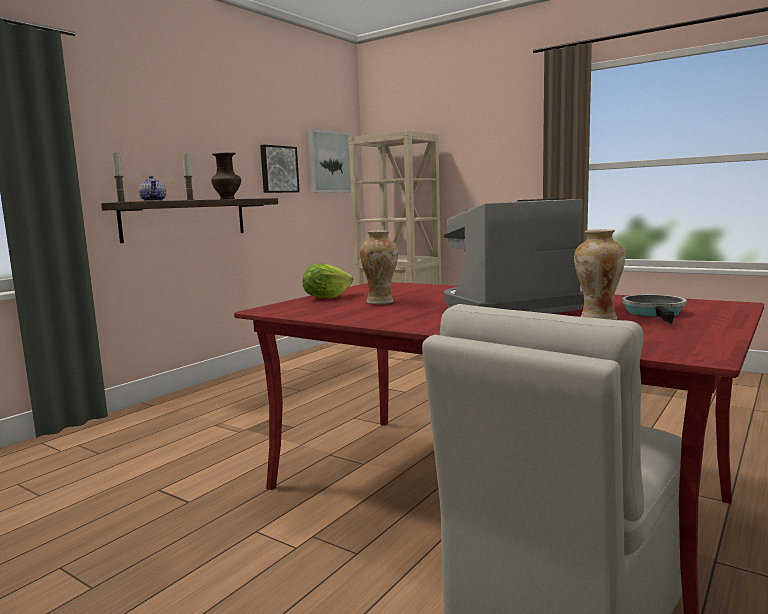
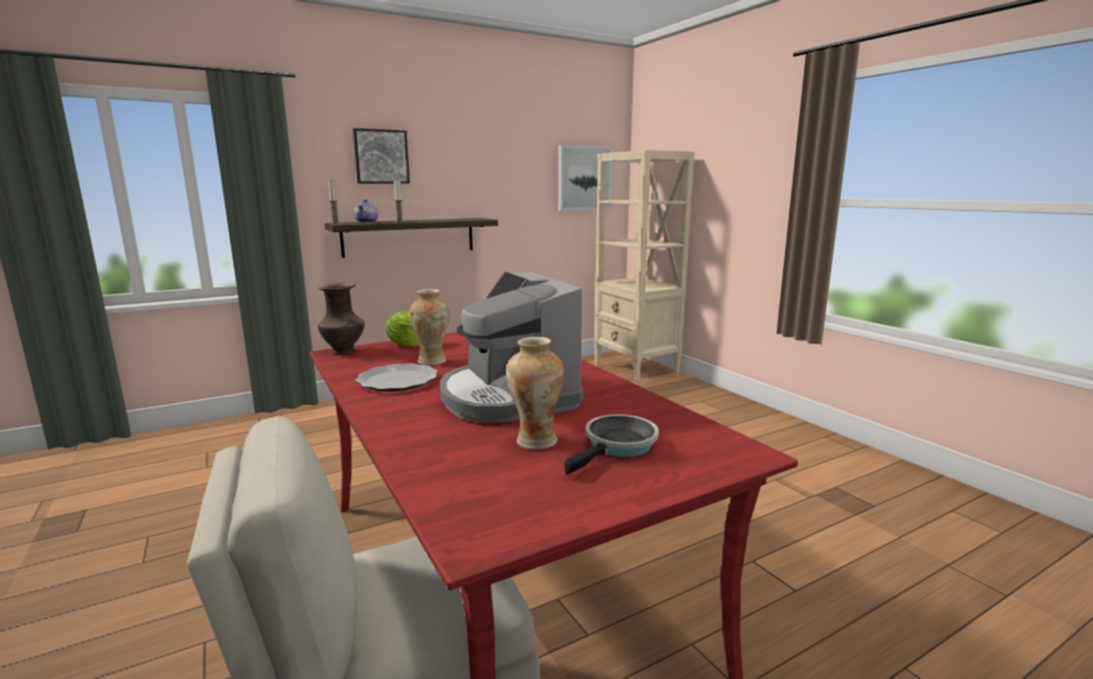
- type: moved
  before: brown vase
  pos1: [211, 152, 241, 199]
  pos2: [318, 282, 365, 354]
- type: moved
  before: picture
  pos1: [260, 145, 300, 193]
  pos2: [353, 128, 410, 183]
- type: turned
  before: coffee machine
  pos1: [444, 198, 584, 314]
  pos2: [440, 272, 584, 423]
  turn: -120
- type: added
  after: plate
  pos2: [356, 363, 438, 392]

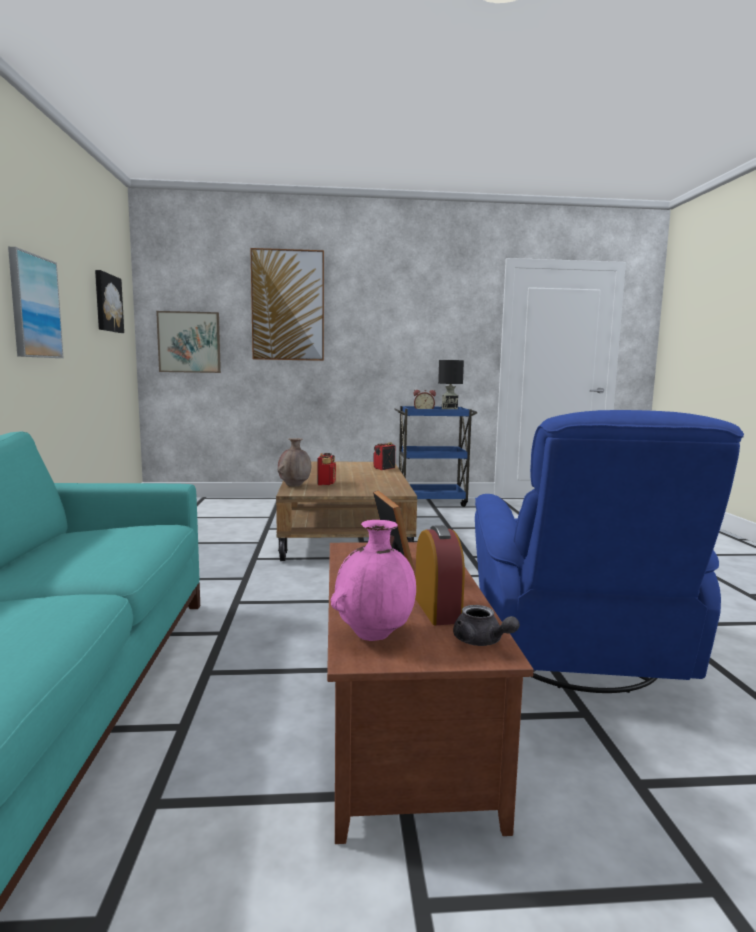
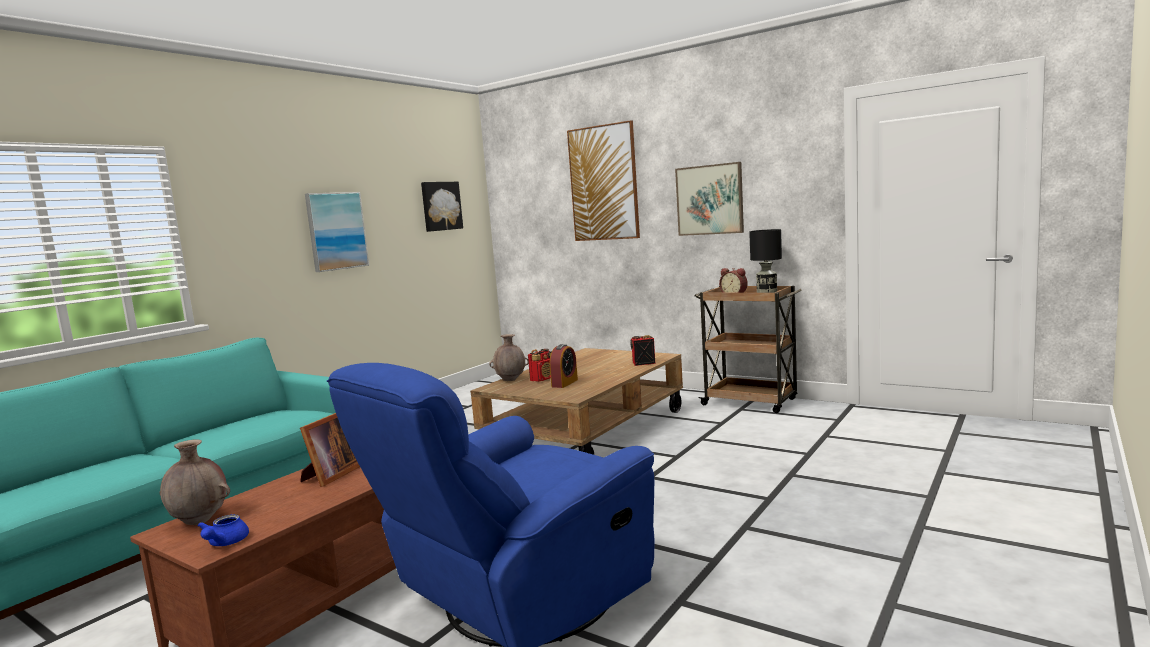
- type: moved
  before: picture
  pos1: [156, 311, 221, 373]
  pos2: [675, 162, 744, 236]
- type: recoloured
  before: pink vase
  after: brown vase
  pos1: [331, 520, 416, 641]
  pos2: [160, 439, 230, 525]
- type: recoloured
  before: blue cart
  after: brown cart
  pos1: [394, 406, 477, 507]
  pos2: [695, 286, 802, 413]
- type: moved
  before: alarm clock
  pos1: [415, 525, 465, 625]
  pos2: [550, 344, 578, 388]
- type: recoloured
  before: grey teapot
  after: blue teapot
  pos1: [453, 605, 520, 646]
  pos2: [197, 514, 249, 546]

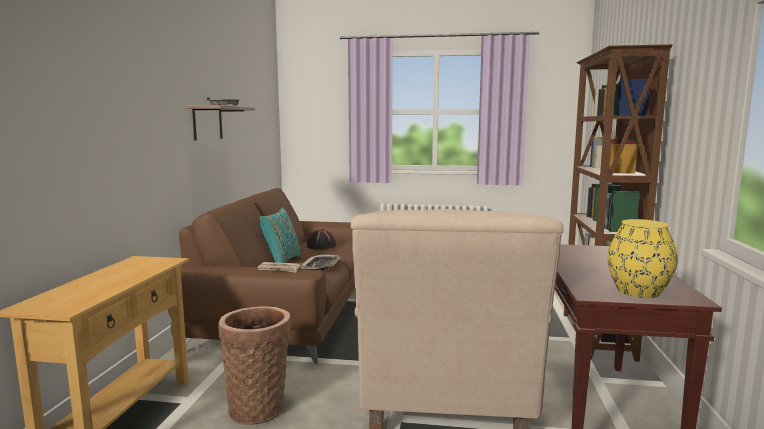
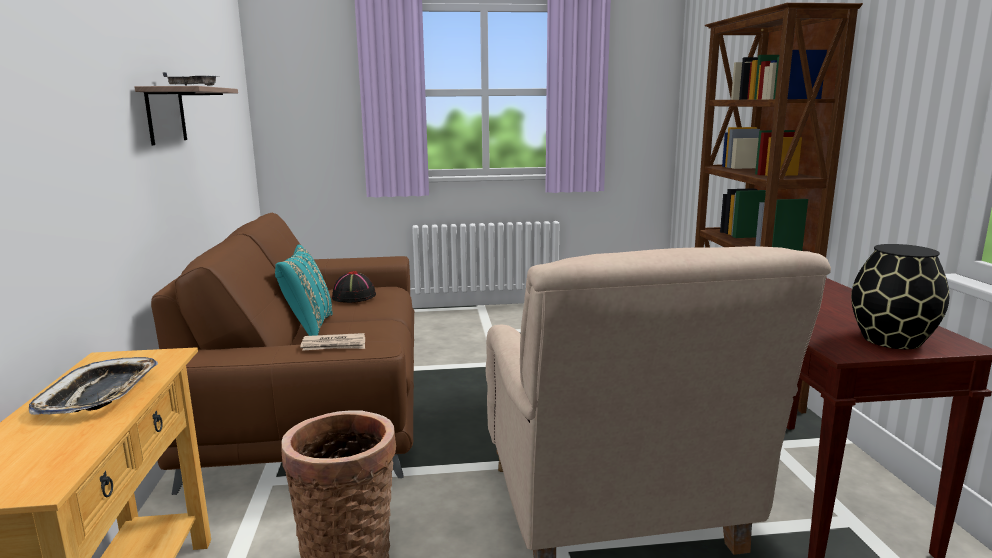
- type: moved
  before: tray
  pos1: [301, 254, 342, 270]
  pos2: [29, 357, 158, 415]
- type: recoloured
  before: yellow vase
  after: black vase
  pos1: [607, 219, 677, 298]
  pos2: [851, 244, 949, 349]

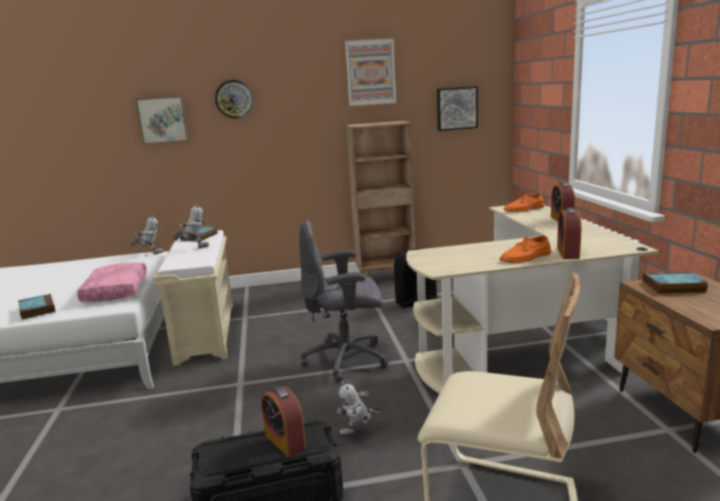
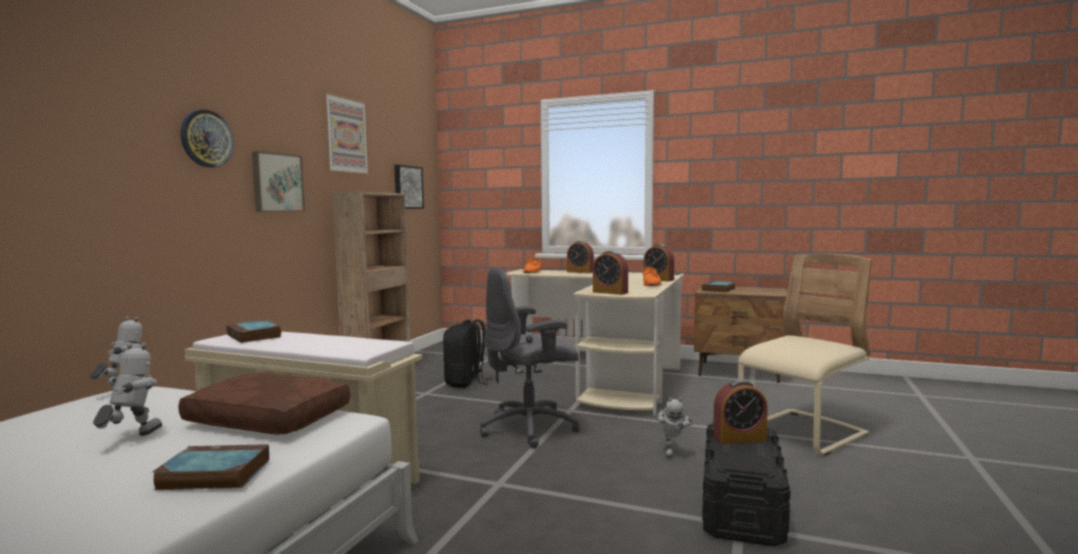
- type: recoloured
  before: pink pillow
  after: brown pillow
  pos1: [77, 262, 147, 302]
  pos2: [178, 373, 350, 435]
- type: moved
  before: picture
  pos1: [135, 96, 189, 144]
  pos2: [252, 151, 305, 212]
- type: moved
  before: toy robot
  pos1: [173, 204, 209, 248]
  pos2: [93, 343, 162, 436]
- type: turned
  before: grey office chair
  pos1: [299, 221, 388, 382]
  pos2: [480, 267, 580, 449]
  turn: 45
- type: added
  after: alarm clock
  pos2: [593, 251, 628, 295]

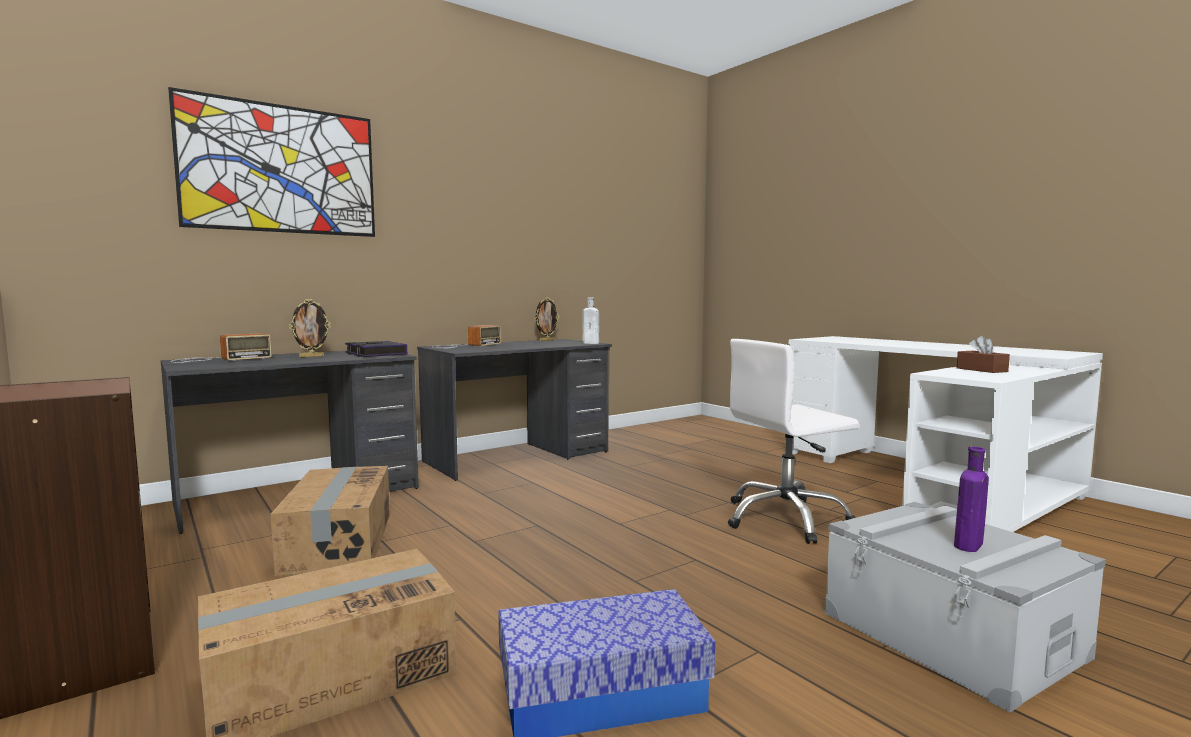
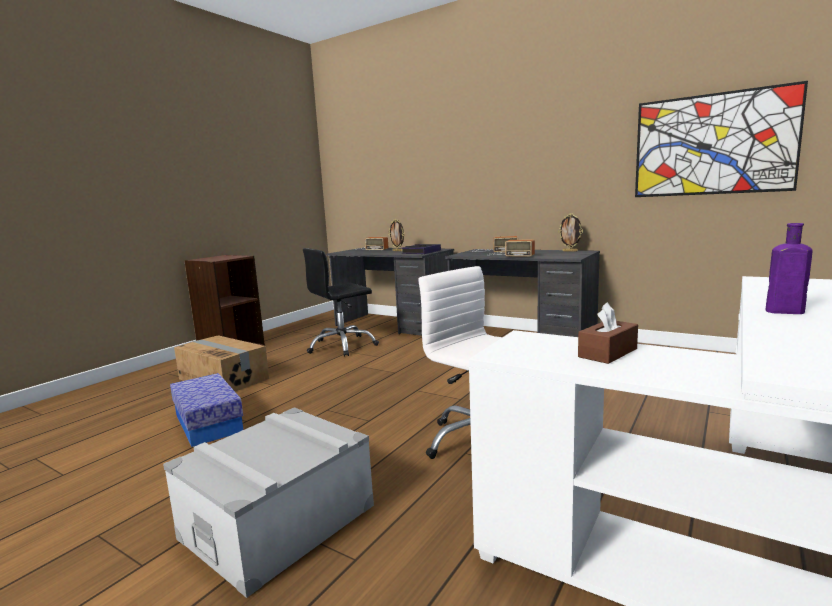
- type: moved
  before: picture
  pos1: [168, 87, 375, 237]
  pos2: [635, 81, 808, 197]
- type: replaced
  before: cardboard box
  after: black office chair
  pos1: [270, 466, 390, 576]
  pos2: [303, 248, 379, 357]
- type: removed
  before: white bottle
  pos1: [582, 297, 599, 344]
- type: moved
  before: purple bottle
  pos1: [954, 446, 989, 552]
  pos2: [766, 223, 812, 314]
- type: added
  after: radio
  pos2: [487, 240, 535, 257]

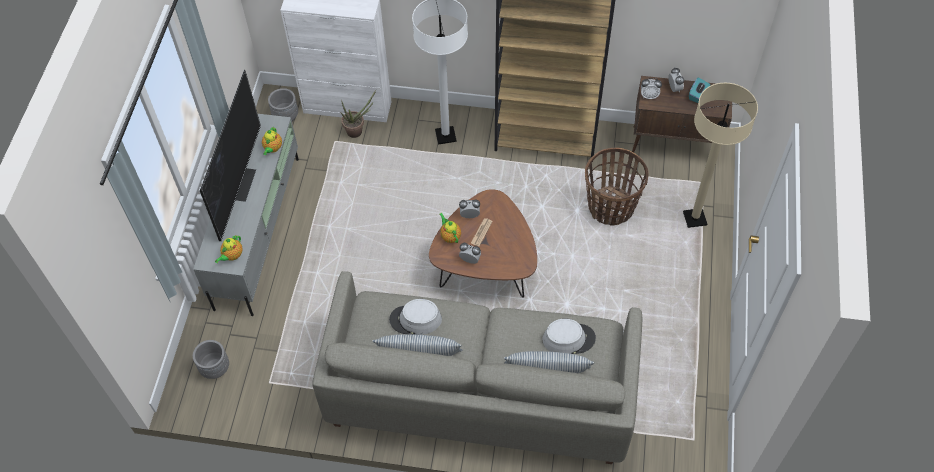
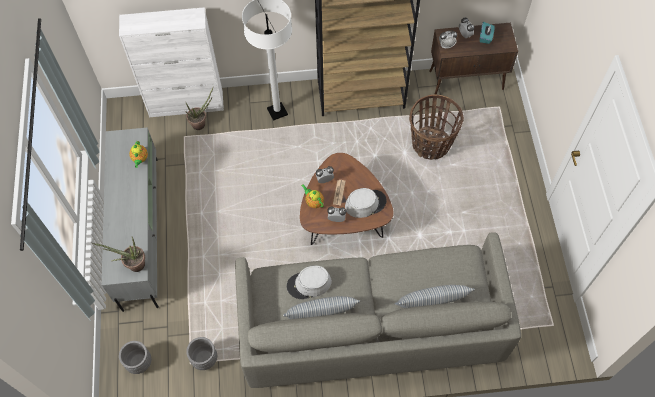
- type: removed
  before: television
  pos1: [200, 70, 261, 241]
- type: replaced
  before: teapot
  after: potted plant
  pos1: [215, 236, 243, 263]
  pos2: [93, 237, 145, 272]
- type: moved
  before: grey planter
  pos1: [268, 88, 298, 121]
  pos2: [186, 337, 217, 370]
- type: moved
  before: grey hat
  pos1: [542, 319, 596, 354]
  pos2: [345, 188, 387, 218]
- type: removed
  before: beige floor lamp
  pos1: [683, 83, 758, 228]

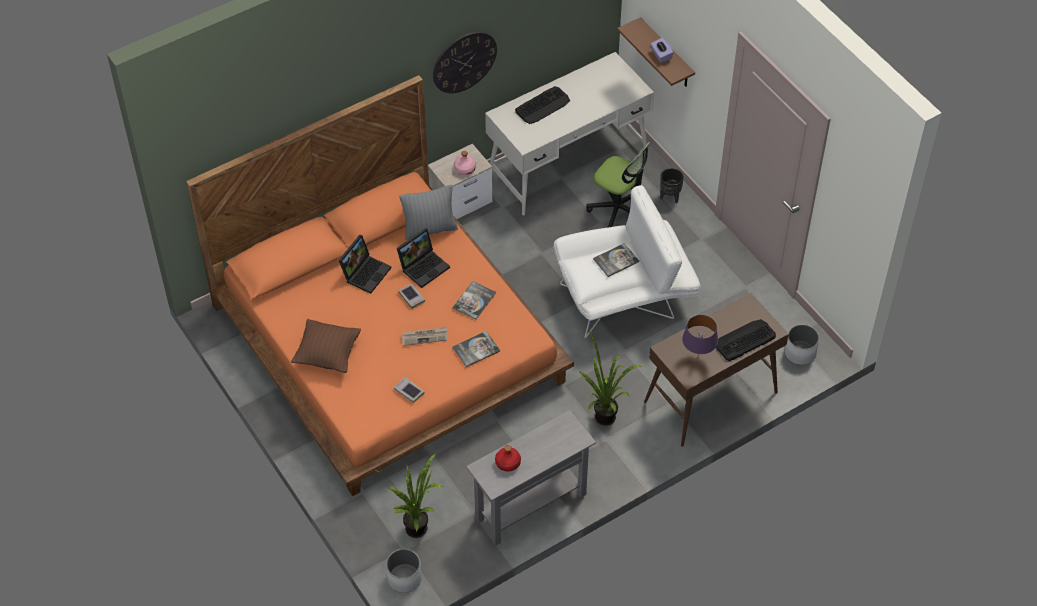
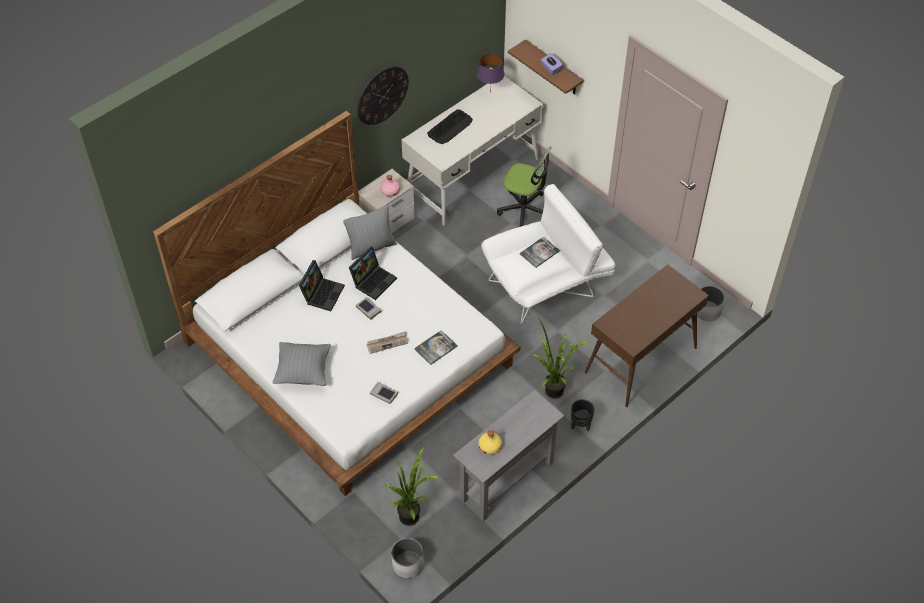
- type: recoloured
  before: orange bed
  after: white bed
  pos1: [186, 75, 574, 496]
  pos2: [153, 111, 520, 496]
- type: recoloured
  before: brown pillow
  after: grey pillow
  pos1: [291, 319, 361, 373]
  pos2: [273, 342, 330, 386]
- type: removed
  before: book
  pos1: [452, 281, 496, 320]
- type: recoloured
  before: red bottle
  after: yellow bottle
  pos1: [495, 445, 521, 471]
  pos2: [479, 430, 502, 454]
- type: moved
  before: black planter
  pos1: [660, 168, 684, 203]
  pos2: [571, 399, 595, 431]
- type: moved
  before: purple table lamp
  pos1: [682, 315, 718, 355]
  pos2: [477, 54, 504, 90]
- type: removed
  before: keyboard
  pos1: [716, 319, 776, 361]

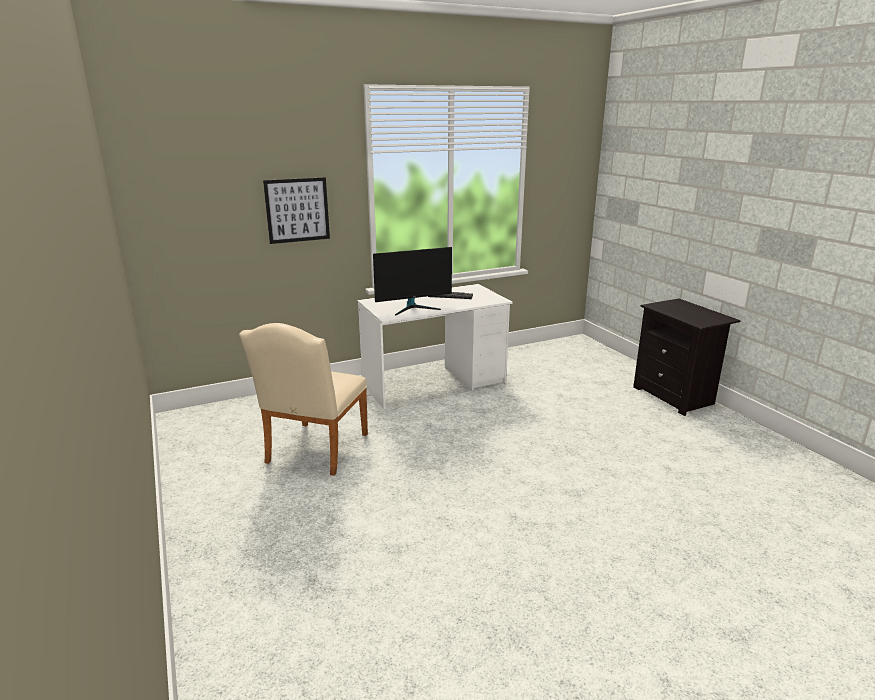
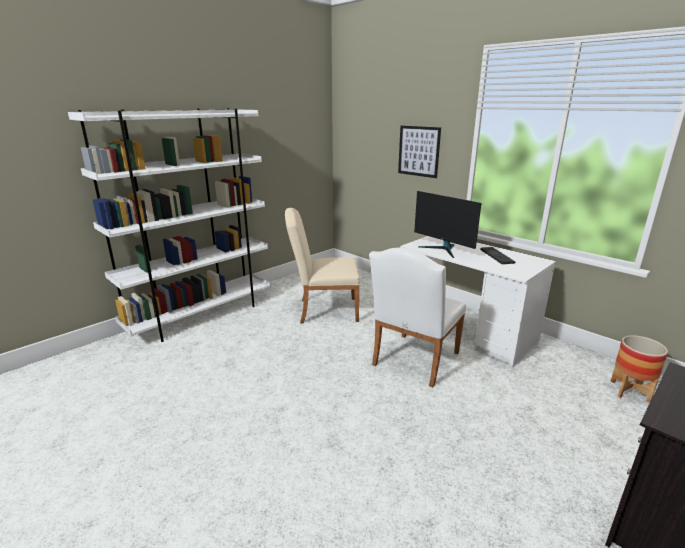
- type: added
  after: white bookcase
  pos2: [68, 108, 271, 342]
- type: added
  after: white chair
  pos2: [369, 248, 466, 387]
- type: added
  after: planter
  pos2: [611, 335, 668, 403]

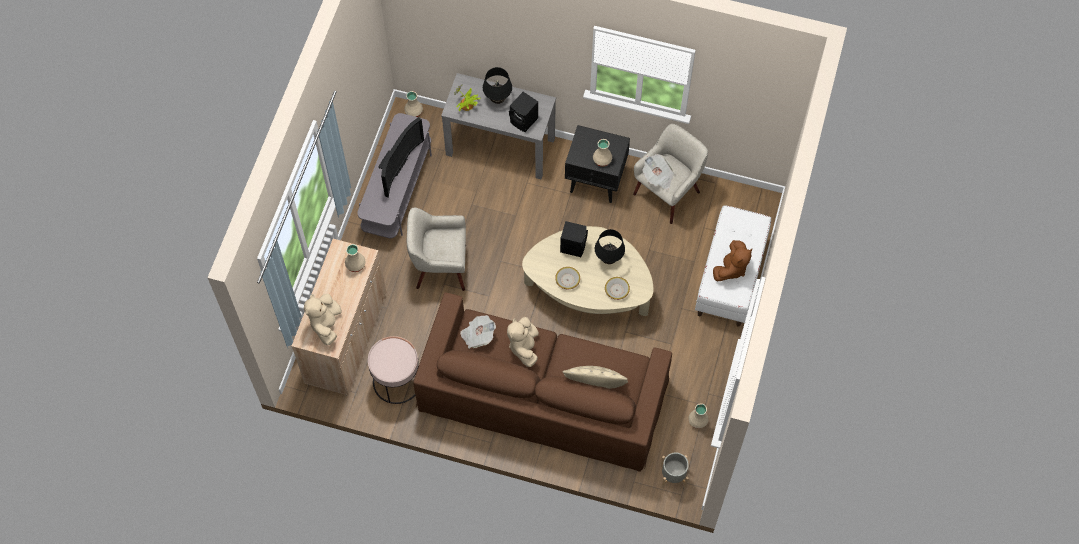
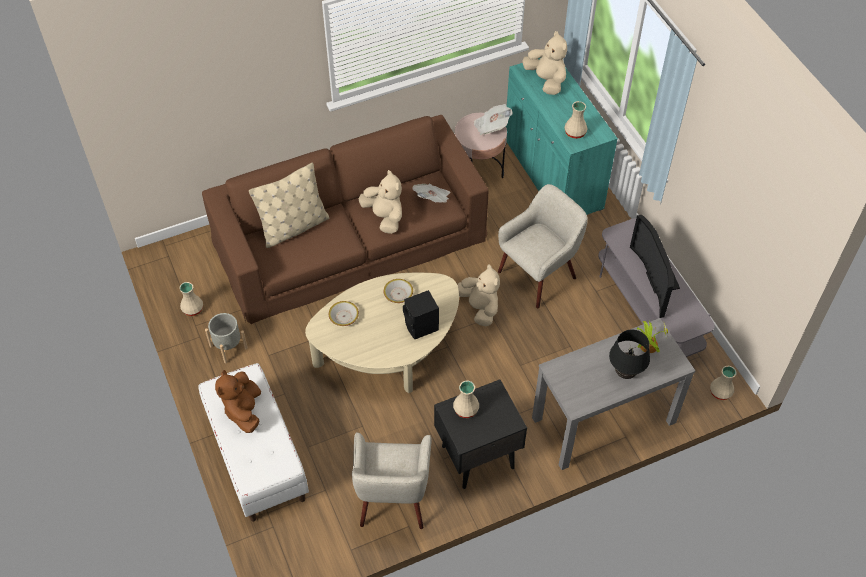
- type: recoloured
  before: beige cabinet
  after: turquoise cabinet
  pos1: [292, 239, 386, 396]
  pos2: [506, 57, 618, 215]
- type: removed
  before: black speaker
  pos1: [509, 92, 538, 132]
- type: removed
  before: black table lamp
  pos1: [595, 229, 625, 264]
- type: moved
  before: newspaper
  pos1: [642, 154, 675, 190]
  pos2: [473, 104, 512, 135]
- type: moved
  before: grey planter
  pos1: [660, 452, 689, 488]
  pos2: [205, 313, 248, 363]
- type: added
  after: beige plush toy
  pos2: [457, 264, 500, 326]

